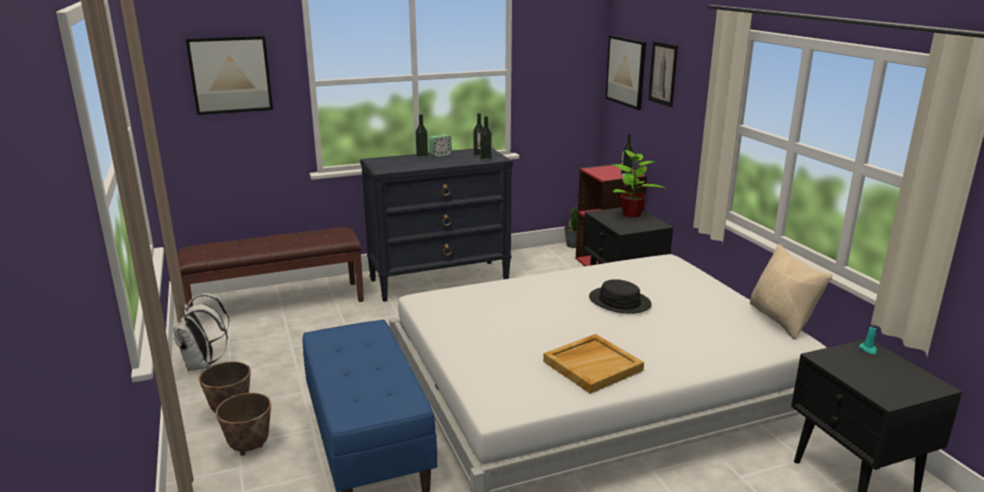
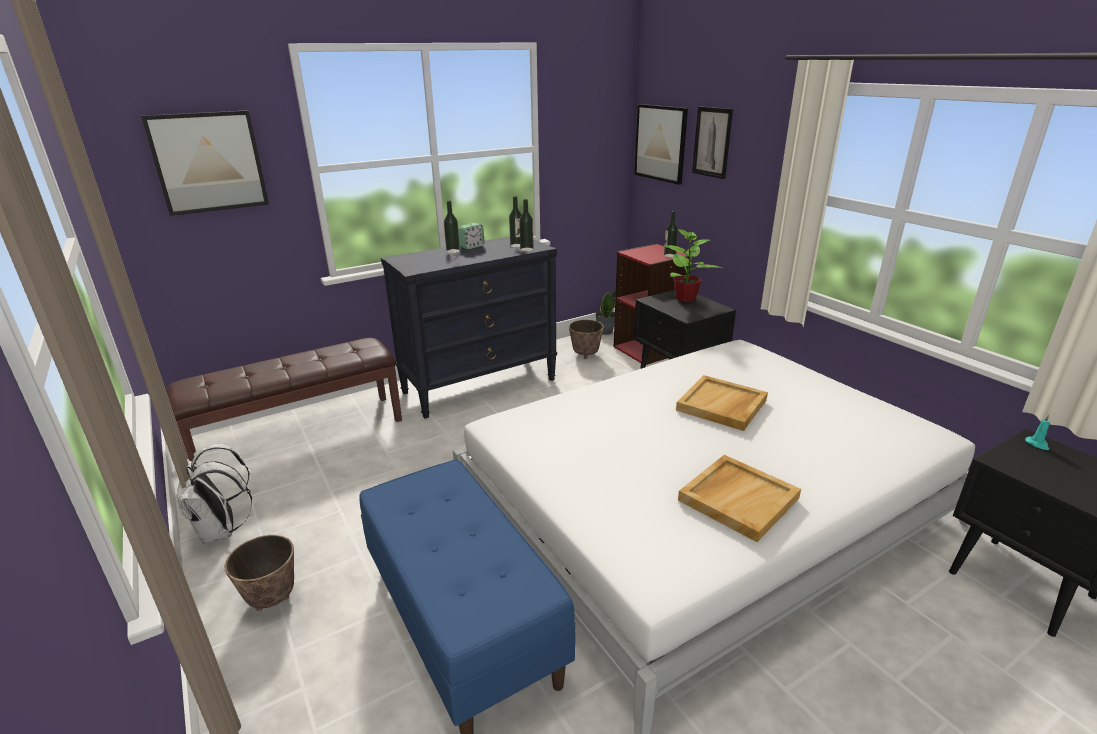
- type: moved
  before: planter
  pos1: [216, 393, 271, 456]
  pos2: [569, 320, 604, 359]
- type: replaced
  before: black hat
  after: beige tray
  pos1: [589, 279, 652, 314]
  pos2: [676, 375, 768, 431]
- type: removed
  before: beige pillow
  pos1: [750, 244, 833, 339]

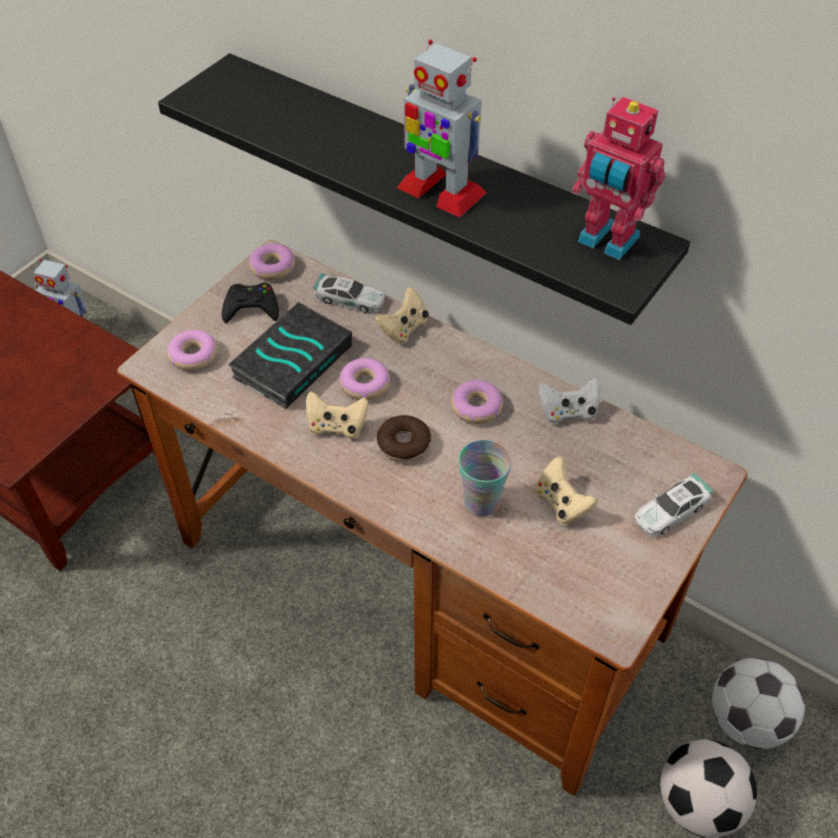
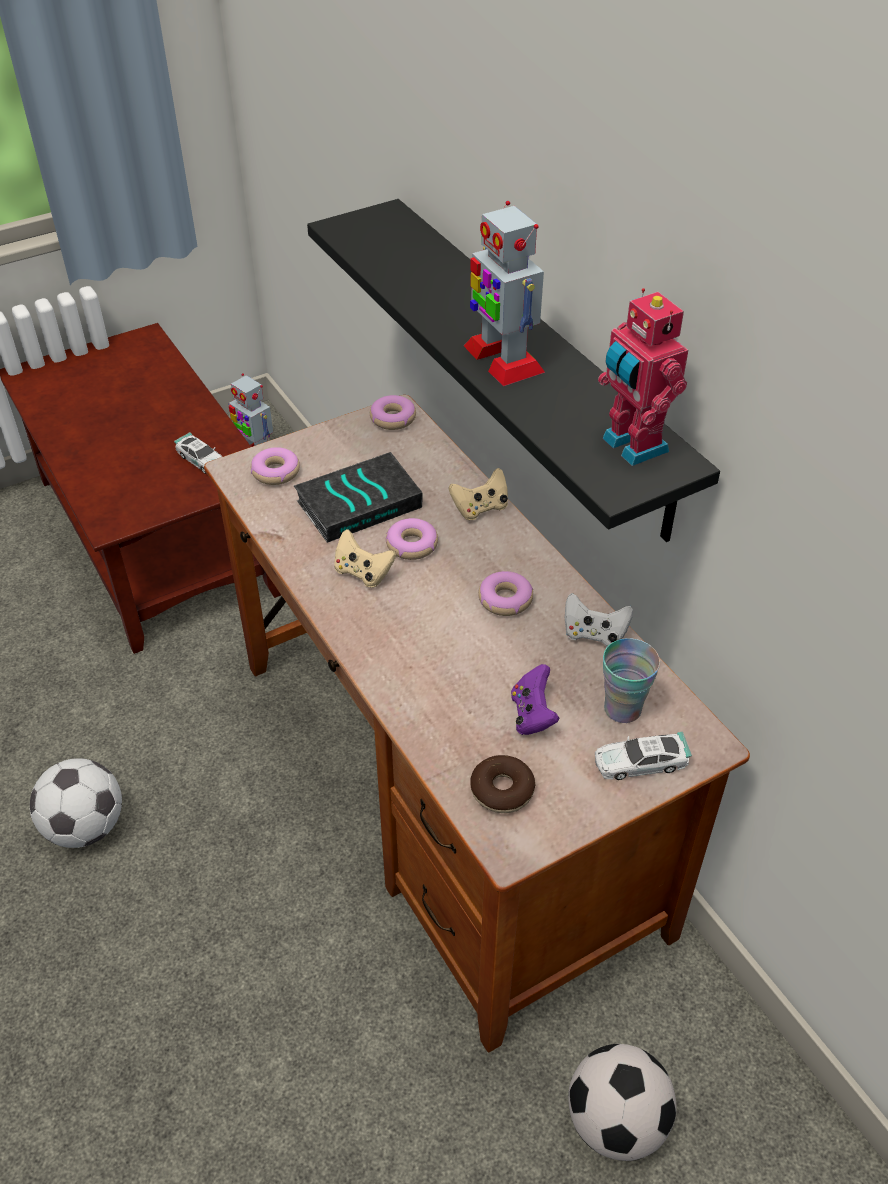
- type: removed
  before: black game controller
  pos1: [222, 283, 279, 323]
- type: moved
  before: toy car
  pos1: [313, 273, 385, 313]
  pos2: [174, 432, 223, 474]
- type: moved
  before: donut
  pos1: [377, 415, 431, 462]
  pos2: [470, 755, 535, 813]
- type: moved
  before: cup
  pos1: [459, 440, 512, 517]
  pos2: [603, 638, 660, 723]
- type: recoloured
  before: beige game controller
  after: purple game controller
  pos1: [535, 456, 598, 525]
  pos2: [511, 664, 560, 735]
- type: moved
  before: football
  pos1: [712, 658, 805, 749]
  pos2: [30, 758, 122, 848]

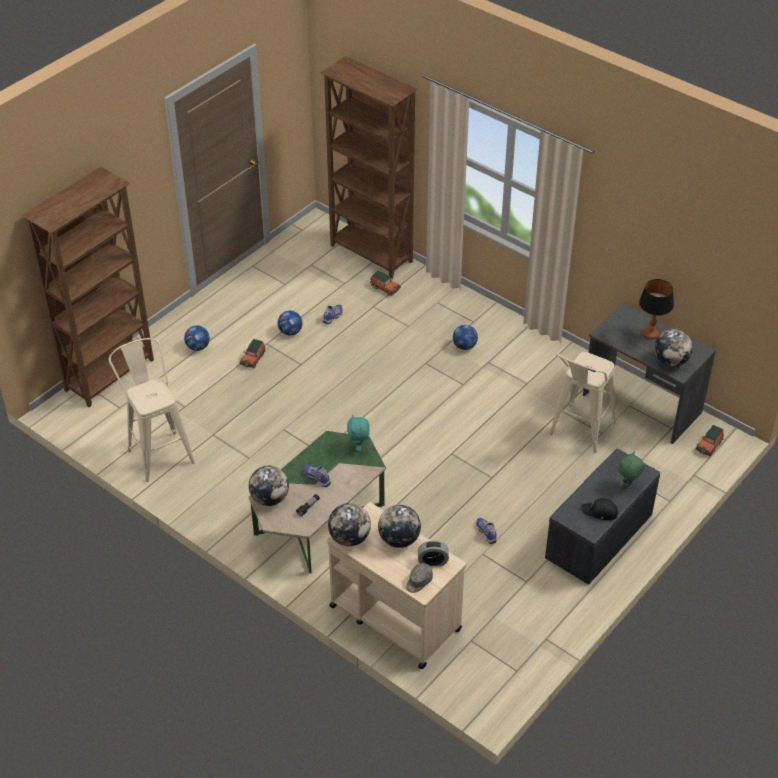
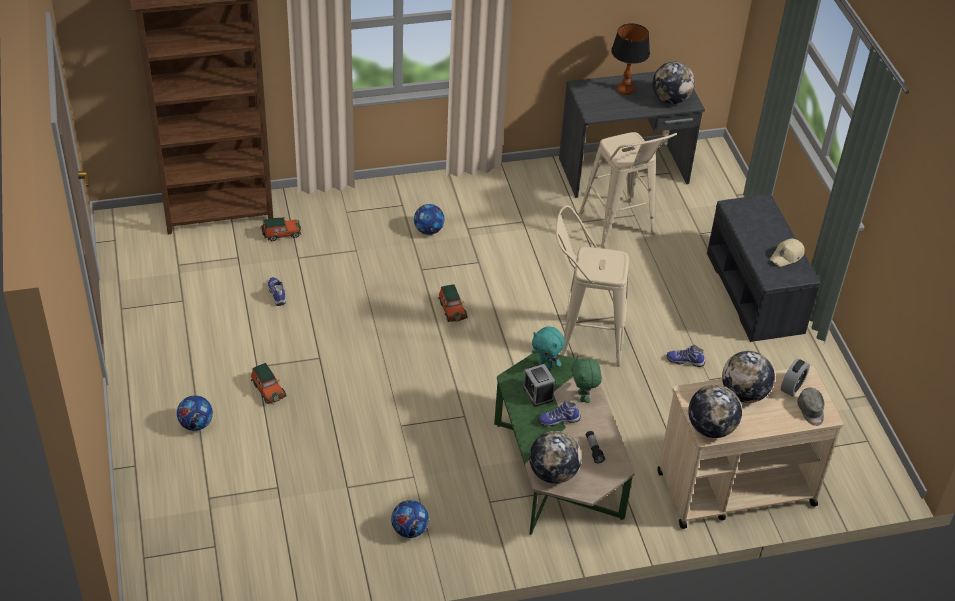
- type: removed
  before: brown bookcase
  pos1: [22, 167, 154, 408]
- type: moved
  before: beige stool
  pos1: [109, 338, 195, 482]
  pos2: [556, 205, 629, 367]
- type: moved
  before: football
  pos1: [278, 311, 302, 335]
  pos2: [391, 500, 429, 538]
- type: recoloured
  before: black cap
  after: beige cap
  pos1: [581, 498, 619, 520]
  pos2: [770, 239, 805, 267]
- type: moved
  before: green plush toy
  pos1: [618, 451, 645, 489]
  pos2: [571, 356, 602, 403]
- type: moved
  before: toy car
  pos1: [695, 425, 724, 456]
  pos2: [438, 284, 468, 322]
- type: added
  after: alarm clock
  pos2: [523, 364, 555, 407]

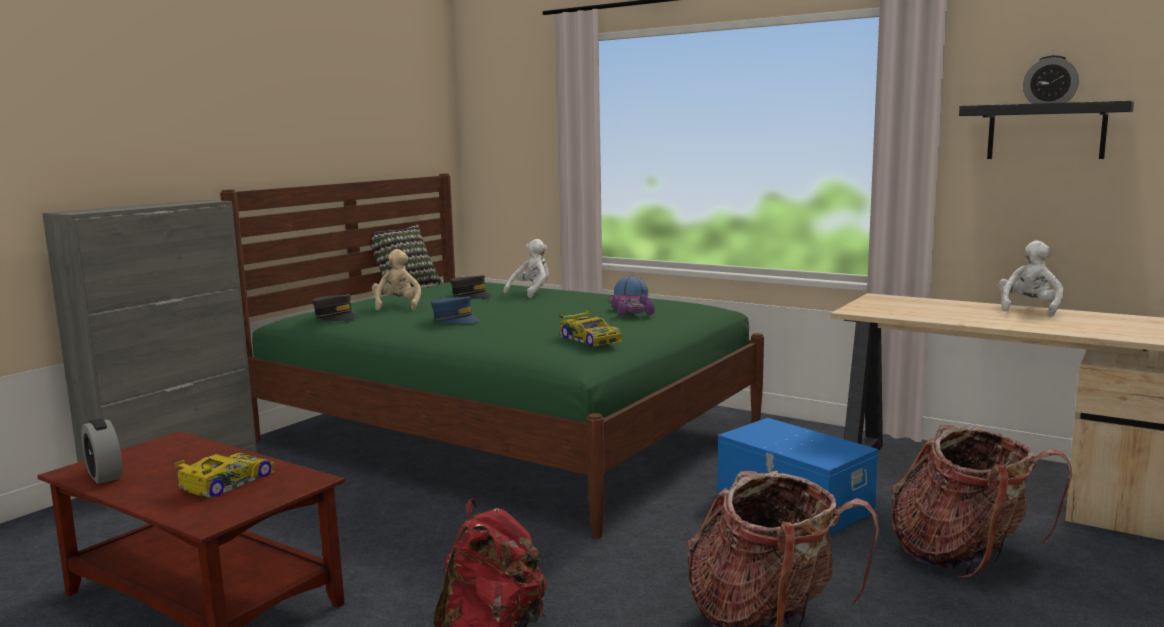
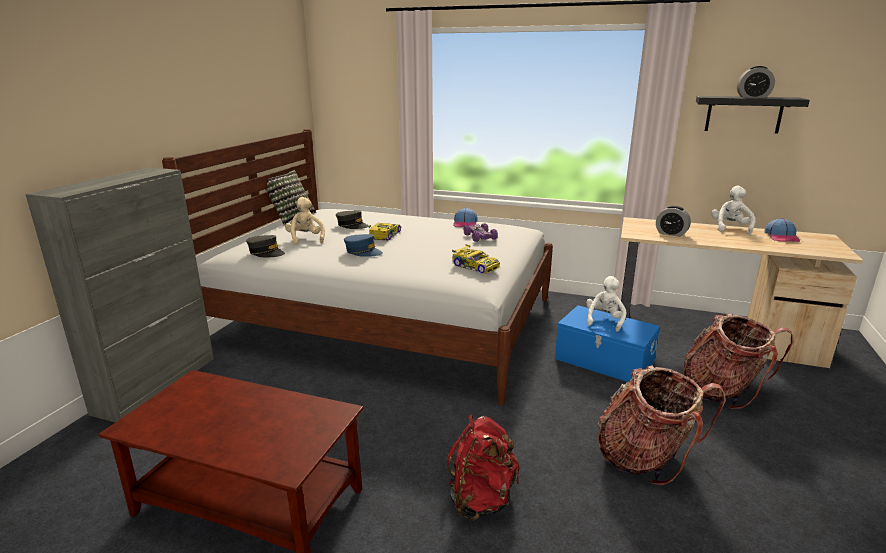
- type: moved
  before: alarm clock
  pos1: [81, 418, 123, 484]
  pos2: [656, 206, 691, 237]
- type: moved
  before: toy car
  pos1: [175, 453, 274, 499]
  pos2: [368, 223, 401, 240]
- type: recoloured
  before: green bed
  after: white bed
  pos1: [220, 174, 764, 539]
  pos2: [162, 129, 553, 406]
- type: moved
  before: white plush toy
  pos1: [503, 239, 549, 298]
  pos2: [586, 276, 626, 332]
- type: added
  after: cap
  pos2: [764, 218, 800, 242]

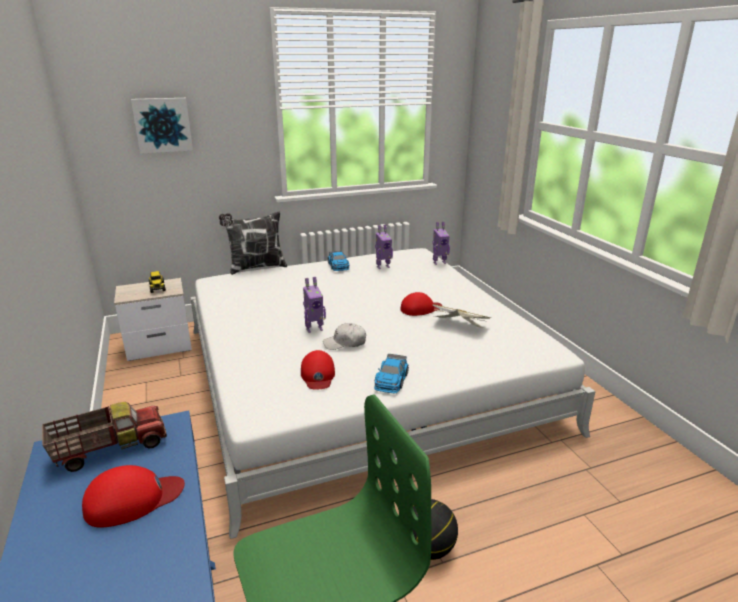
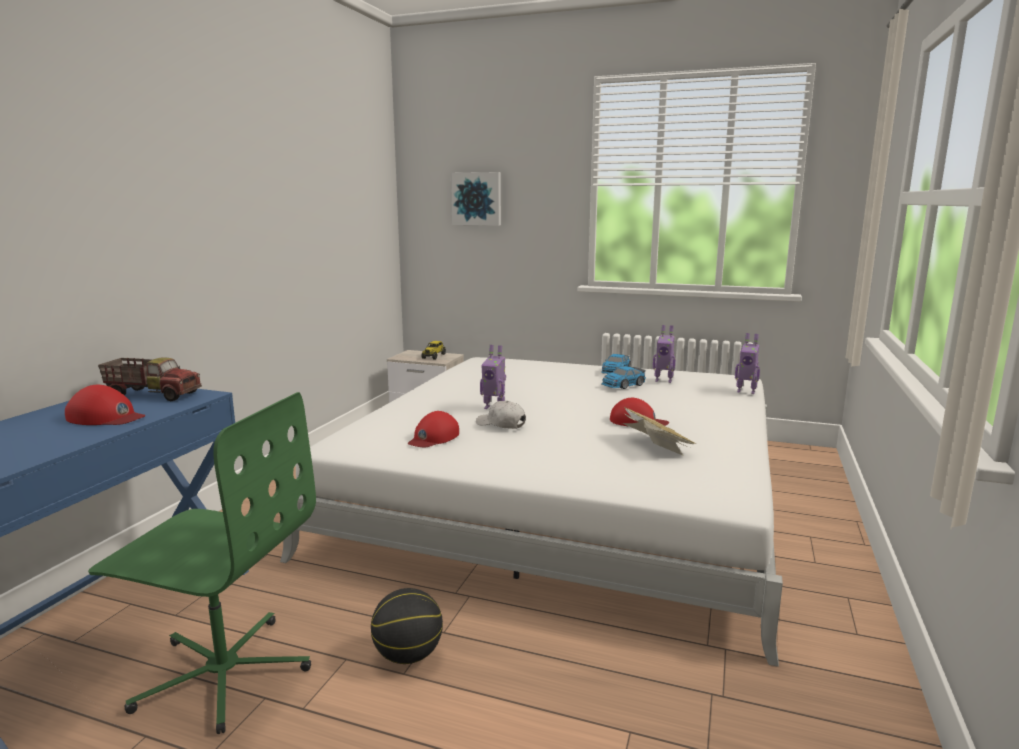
- type: removed
  before: pillow
  pos1: [219, 212, 287, 275]
- type: moved
  before: toy car
  pos1: [374, 354, 409, 393]
  pos2: [601, 366, 646, 389]

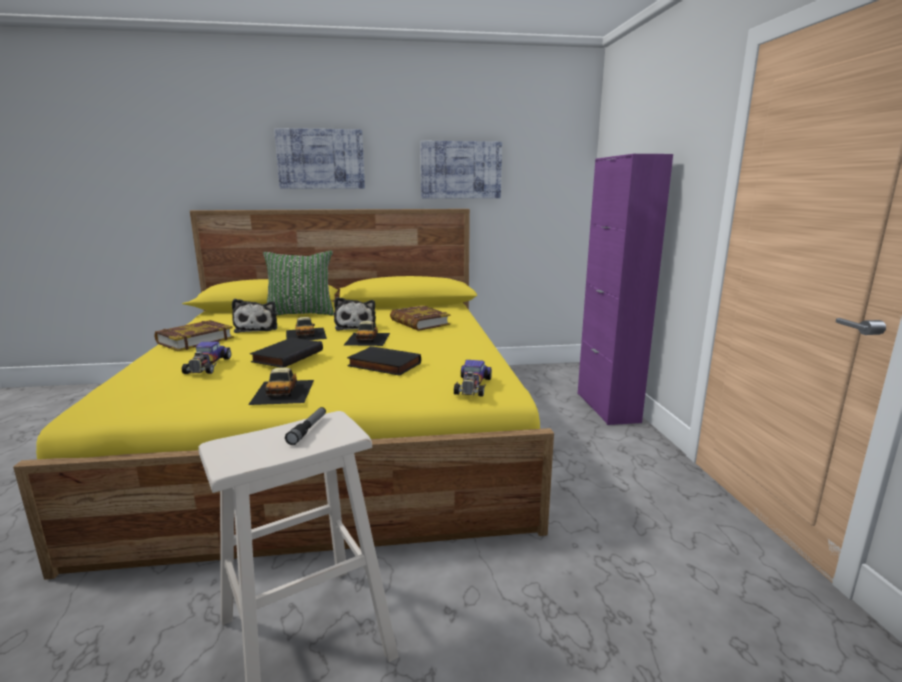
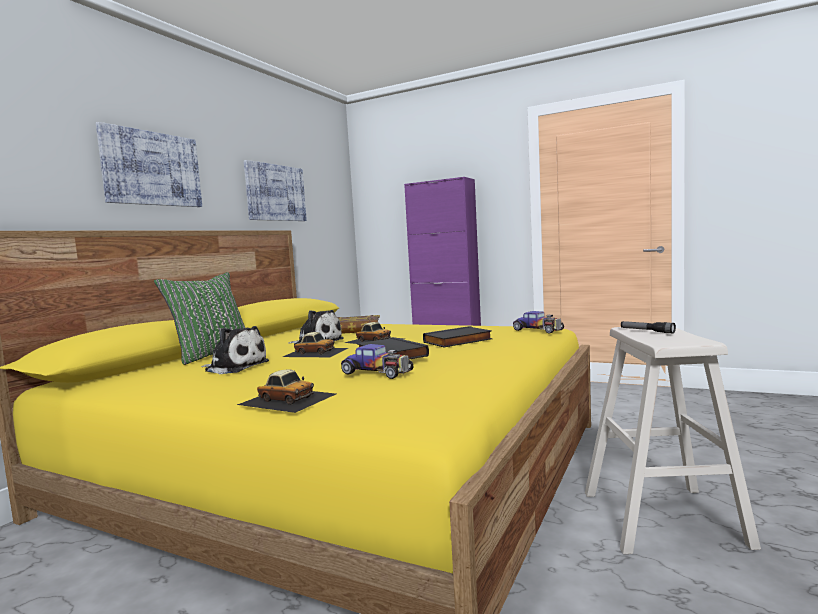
- type: removed
  before: book
  pos1: [154, 320, 234, 352]
- type: moved
  before: toy car
  pos1: [248, 367, 314, 405]
  pos2: [237, 370, 336, 413]

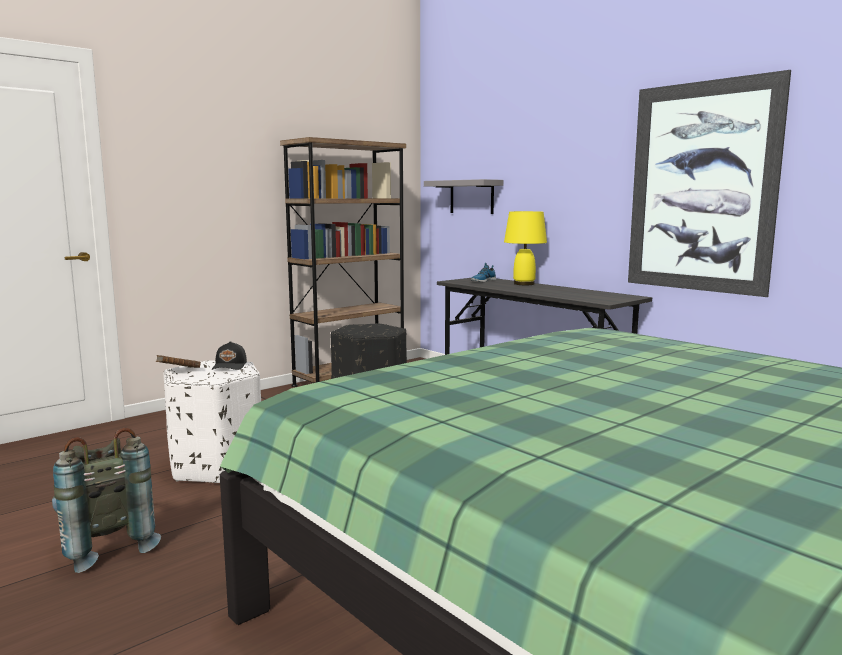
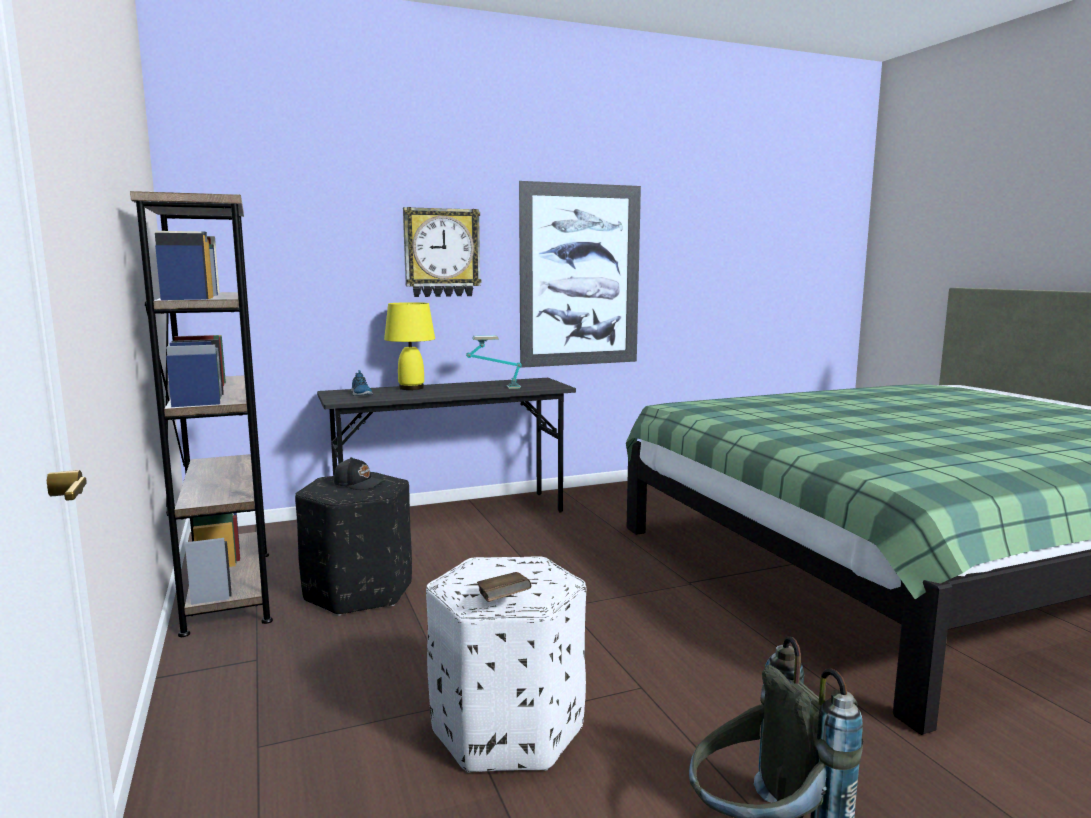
- type: moved
  before: black cap
  pos1: [212, 341, 247, 370]
  pos2: [334, 457, 385, 490]
- type: removed
  before: grey shelf
  pos1: [424, 179, 503, 214]
- type: added
  after: wall clock
  pos2: [403, 207, 481, 297]
- type: added
  after: table lamp
  pos2: [466, 335, 522, 389]

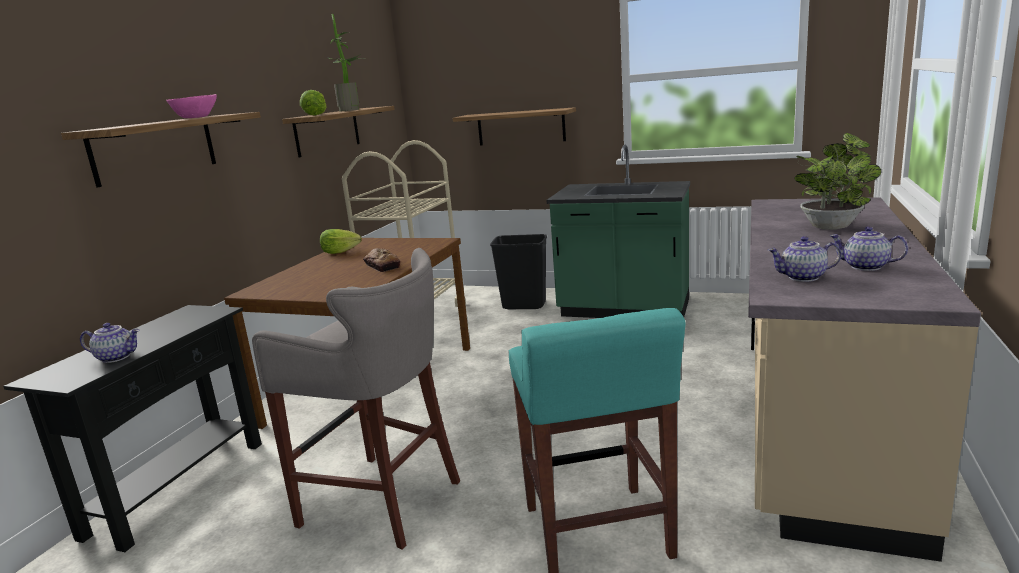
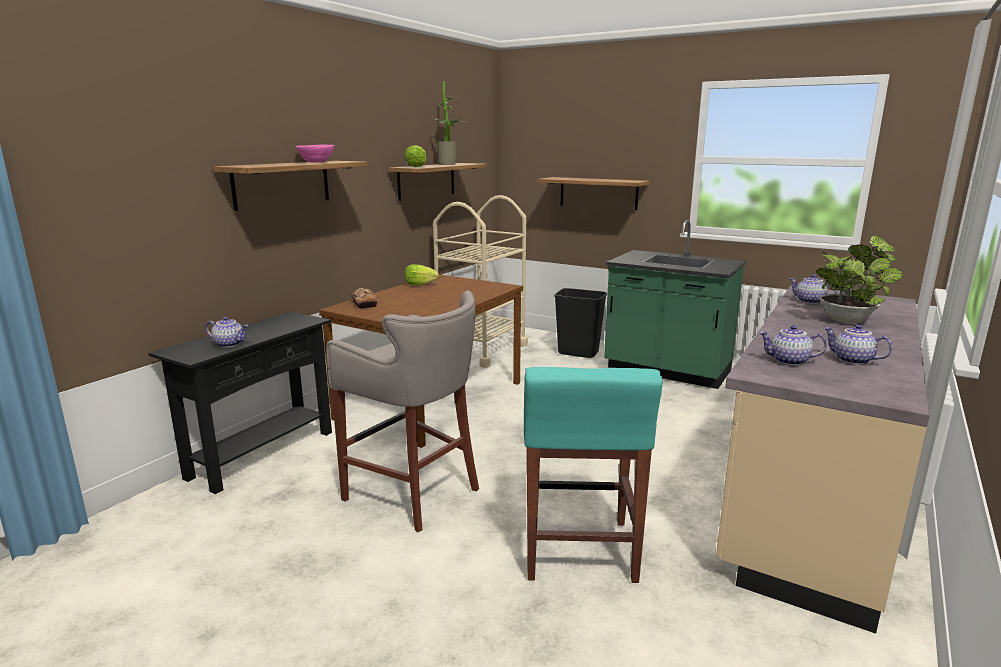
- type: moved
  before: bread
  pos1: [363, 248, 401, 272]
  pos2: [351, 288, 378, 309]
- type: added
  after: teapot
  pos2: [789, 274, 837, 304]

